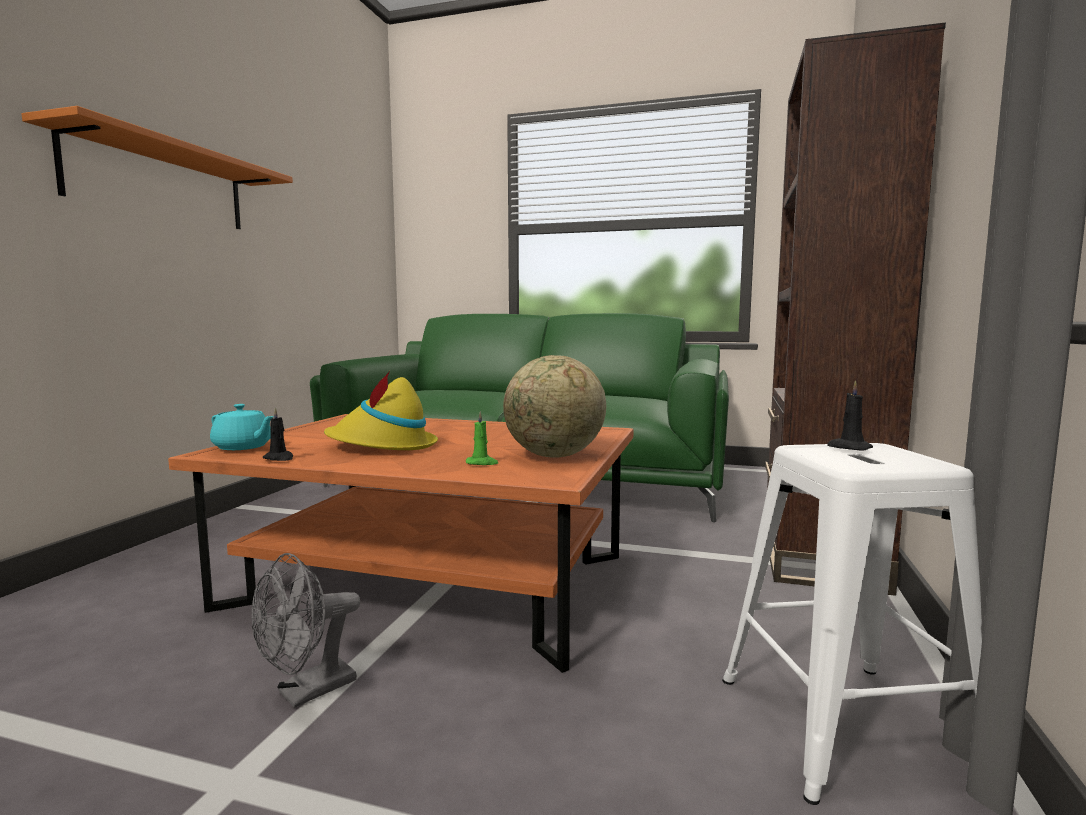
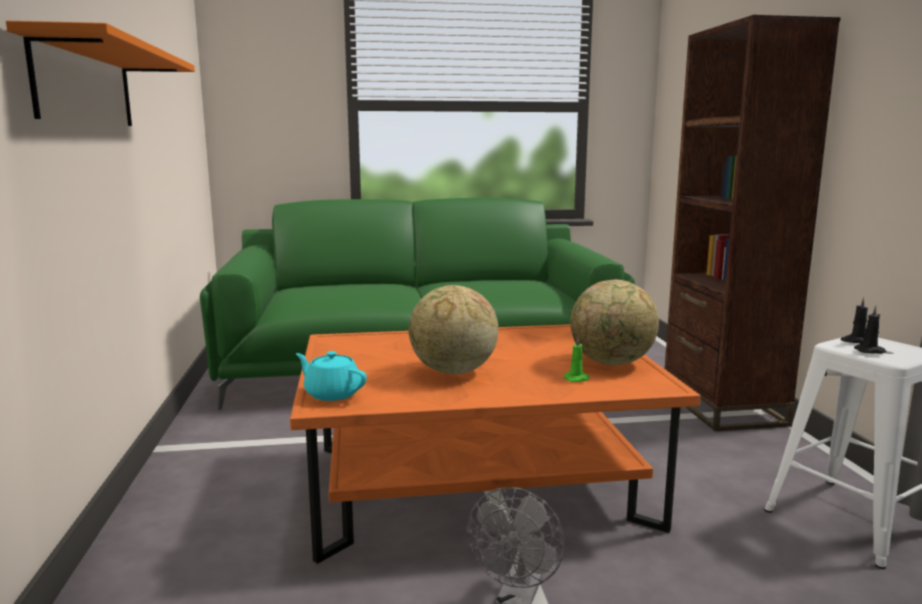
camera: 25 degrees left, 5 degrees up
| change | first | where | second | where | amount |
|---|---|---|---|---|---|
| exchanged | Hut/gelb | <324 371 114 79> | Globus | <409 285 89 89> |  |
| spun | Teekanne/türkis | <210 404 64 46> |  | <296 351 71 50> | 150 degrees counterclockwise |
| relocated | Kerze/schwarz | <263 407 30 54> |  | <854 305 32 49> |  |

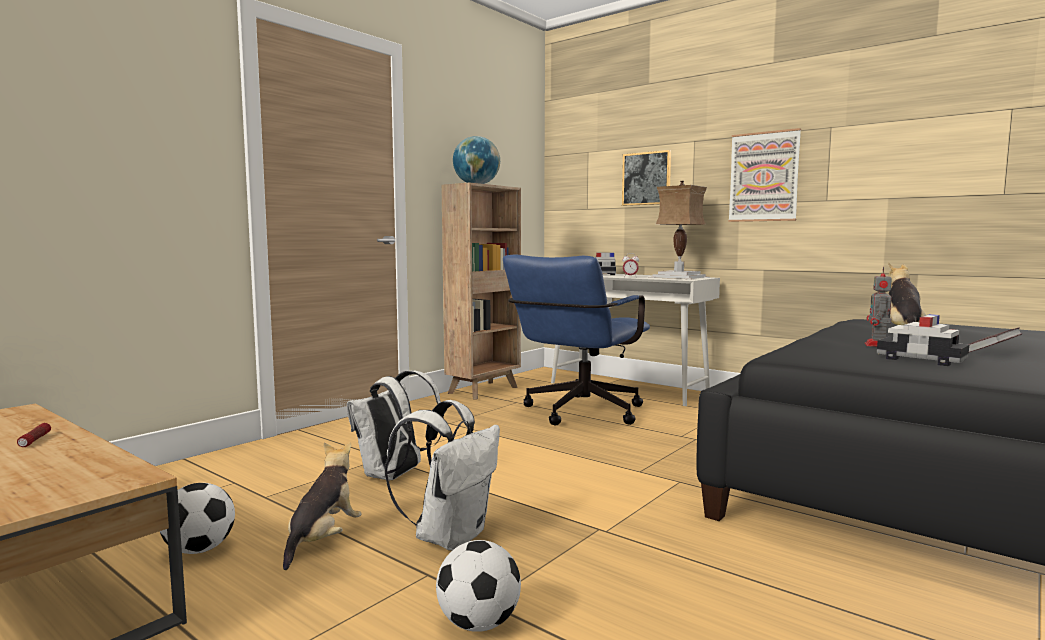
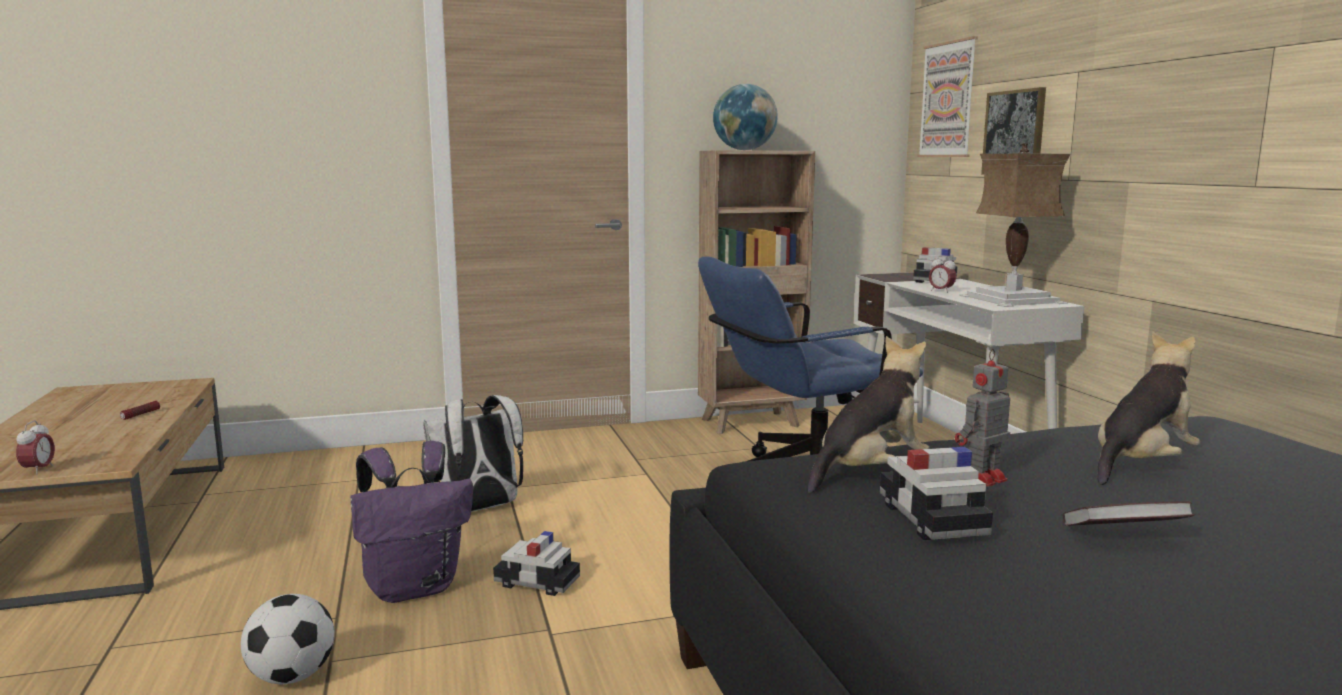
camera: 35 degrees right, 5 degrees up
| change | first | where | second | where | amount |
|---|---|---|---|---|---|
| relocated | Bild | <728 128 73 94> |  | <917 36 61 121> |  |
| colour | Rucksack/weiß | <385 400 115 151> | Rucksack/lila | <350 441 123 162> |  |
| relocated | Plüschtier | <283 442 79 128> |  | <808 336 122 158> |  |
| missing | Fußball | <160 483 75 71> |  |  |  |
| appeared |  |  | Wecker | <16 421 39 54> |  |
| appeared |  |  | Spielzeugauto | <493 531 87 65> |  |

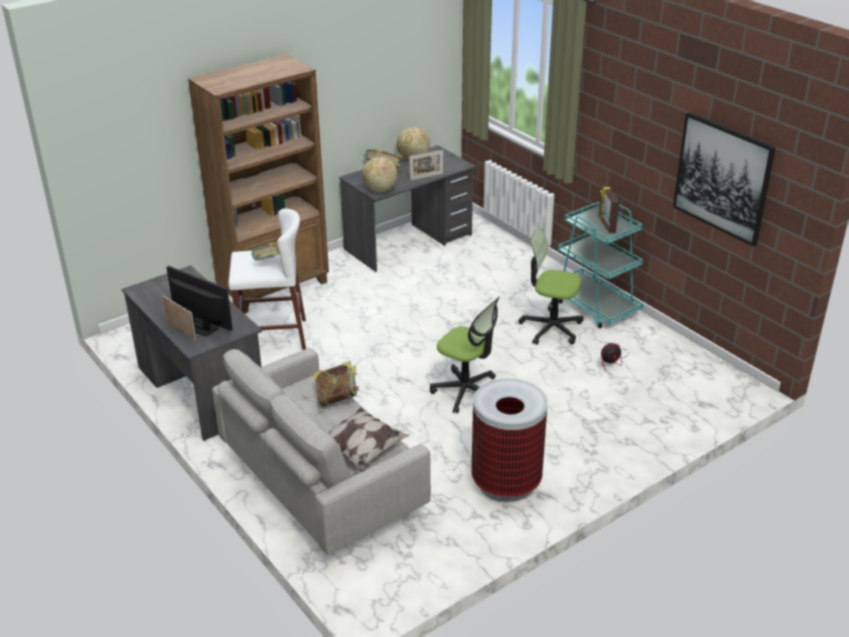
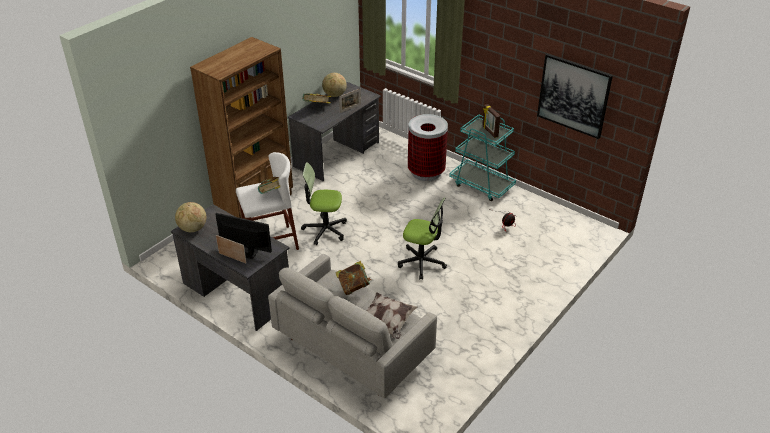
camera: 15 degrees left, 5 degrees up
| change | first | where | second | where | amount |
|---|---|---|---|---|---|
| relocated | Globus | <362 157 36 35> |  | <175 202 31 30> |  |
| relocated | Bürostuhl | <518 227 66 118> |  | <301 162 46 83> |  |
| relocated | Mülleimer | <471 378 76 124> |  | <408 114 40 67> |  |

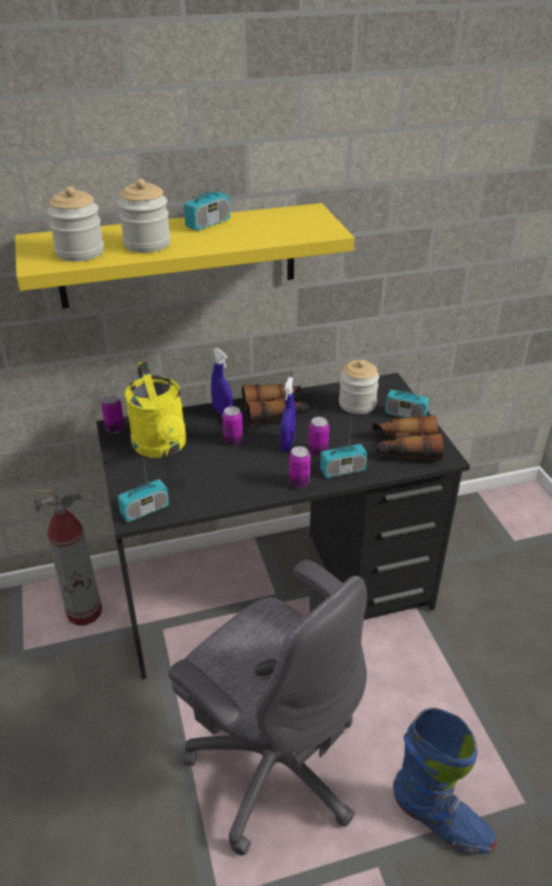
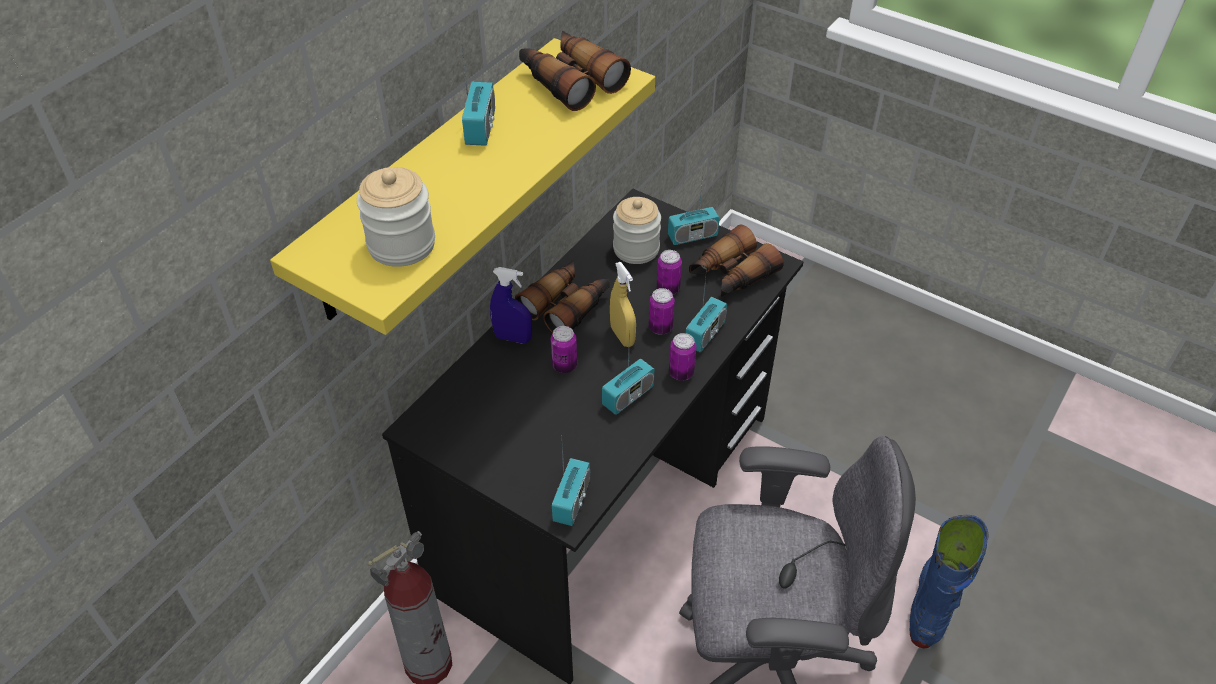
camera: 40 degrees left, 10 degrees up
| change | first | where | second | where | amount |
|---|---|---|---|---|---|
| missing | Vorratsglas | <118 179 53 74> |  |  |  |
| missing | Gießkanne/gelb | <124 361 62 97> |  |  |  |
| colour | Sprühflasche/blau | <280 377 16 74> | Sprühflasche/gelb | <610 262 26 85> |  |
| relocated | Dose | <101 395 24 38> |  | <657 250 25 45> |  |
| spun | Stiefel/blau | <393 708 104 146> |  | <910 515 79 134> | 60 degrees counterclockwise |
| appeared |  |  | Fernglas | <519 31 112 80> |  |
| appeared |  |  | Radio | <602 329 52 86> |  |

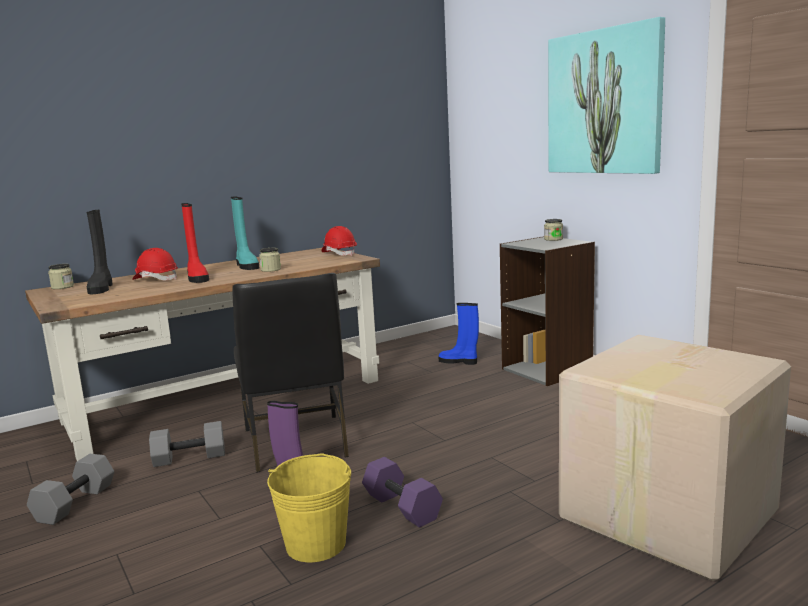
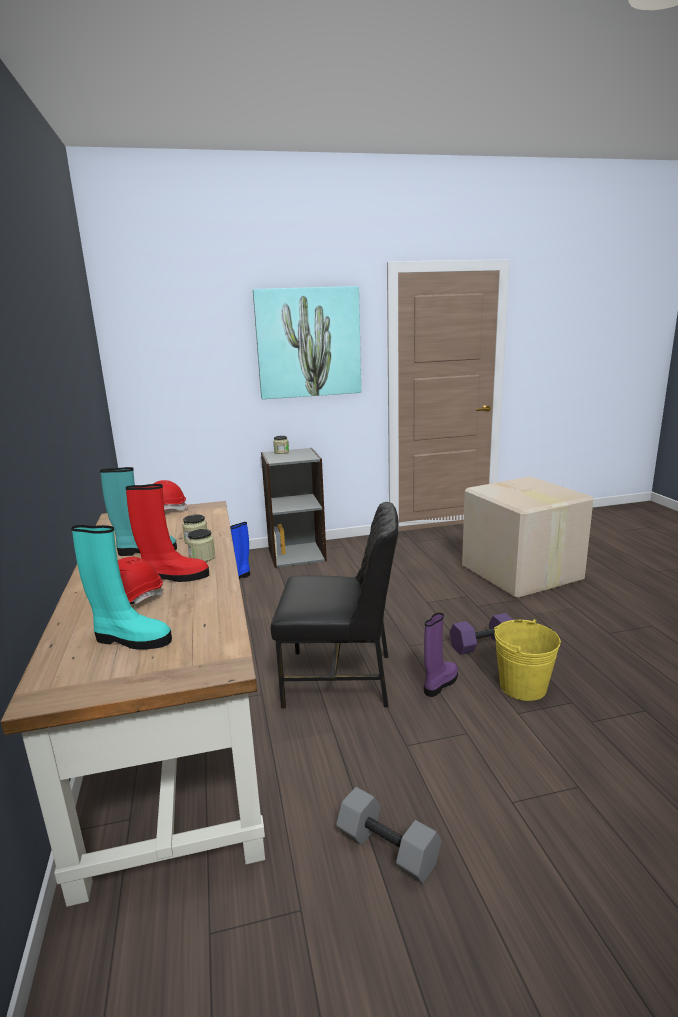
camera: 70 degrees left, 5 degrees up
| change | first | where | second | where | amount |
|---|---|---|---|---|---|
| colour | Stiefel/schwarz | <86 210 27 84> | Stiefel/türkis | <71 525 101 124> |  |
| relocated | Vorratsglas | <48 264 26 25> |  | <187 529 28 33> |  |
| missing | Hantel/grau | <149 421 76 46> |  |  |  |

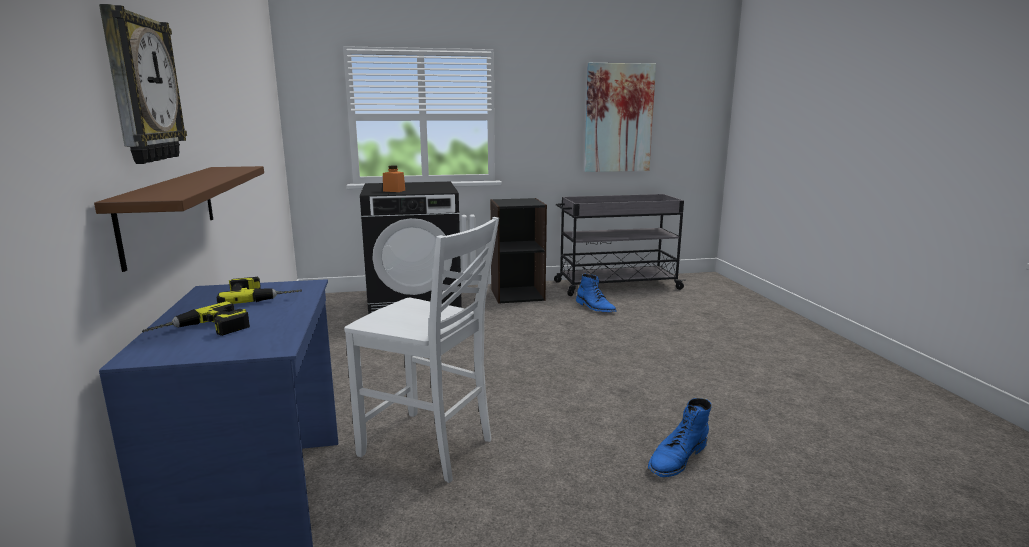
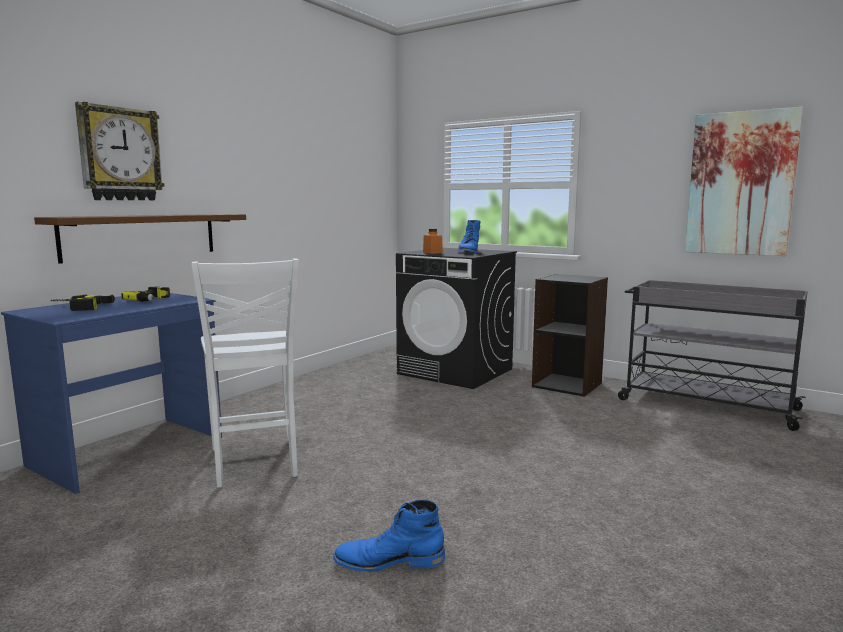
camera: 45 degrees right, 5 degrees down
| change | first | where | second | where | amount |
|---|---|---|---|---|---|
| relocated | Stiefel/blau | <576 274 41 38> |  | <458 220 23 33> |  |

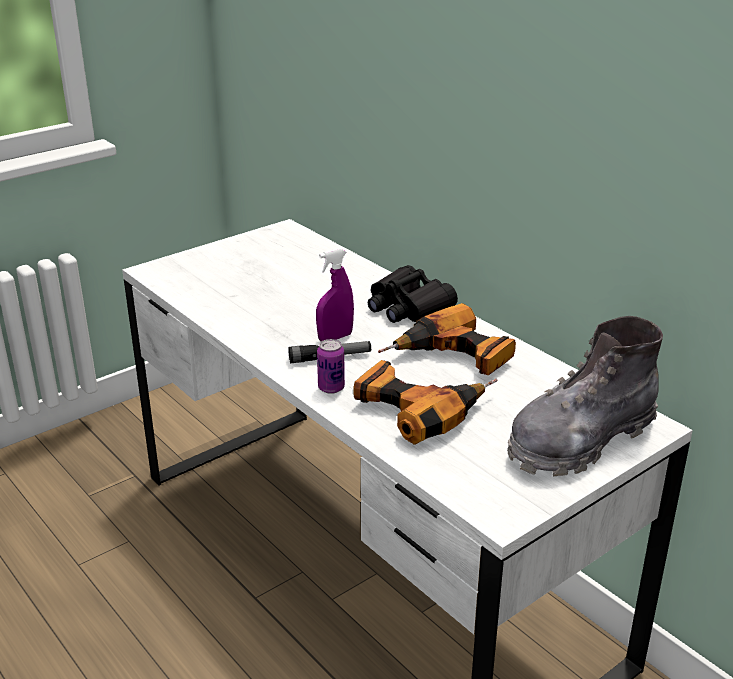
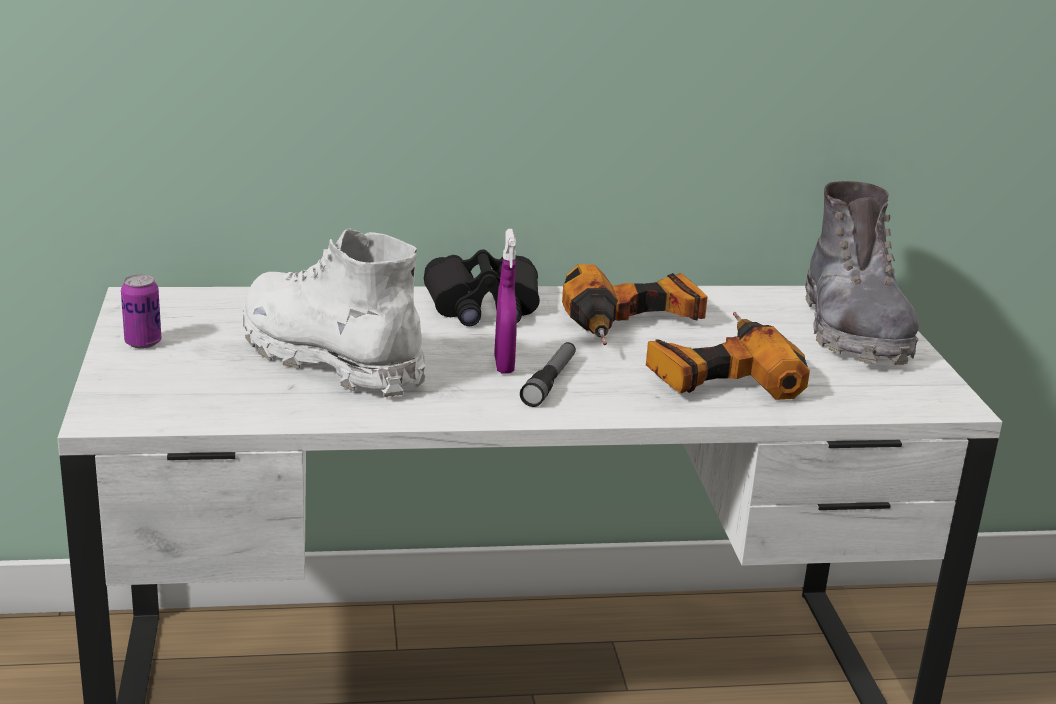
camera: 60 degrees left, 5 degrees down
| change | first | where | second | where | amount |
|---|---|---|---|---|---|
| relocated | Dose | <317 339 28 55> |  | <121 275 40 74> |  |
| appeared |  |  | Stiefel/weiß | <242 228 183 169> |  |

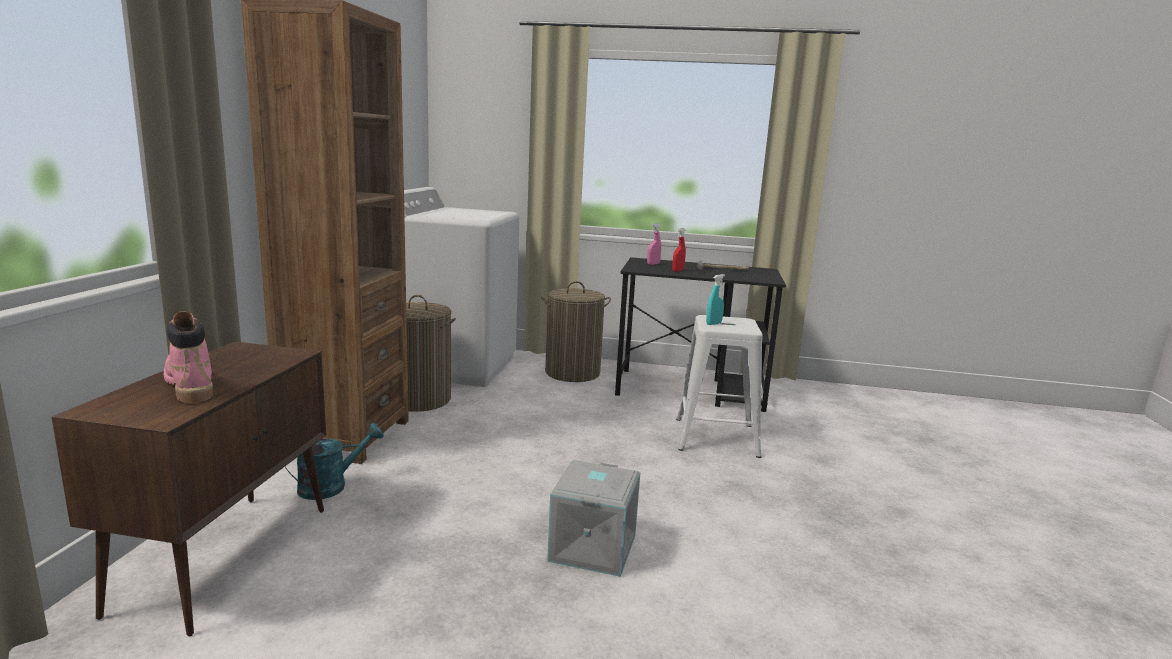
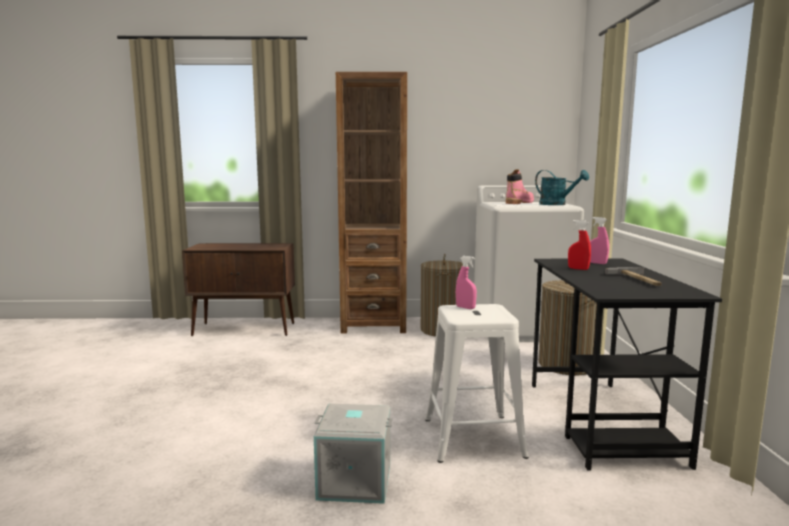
camera: 80 degrees right, 5 degrees down
| change | first | where | second | where | amount |
|---|---|---|---|---|---|
| colour | Sprühflasche/türkis | <706 274 19 51> | Sprühflasche/rosa | <456 256 21 53> |  |
| relocated | Stiefel/rosa | <164 312 49 91> |  | <506 169 28 35> |  |
| relocated | Gießkanne/türkis | <285 423 99 77> |  | <535 170 54 35> |  |
| relocated | Aufbewahrungsbox/grau | <547 460 93 117> |  | <314 404 78 100> |  |

